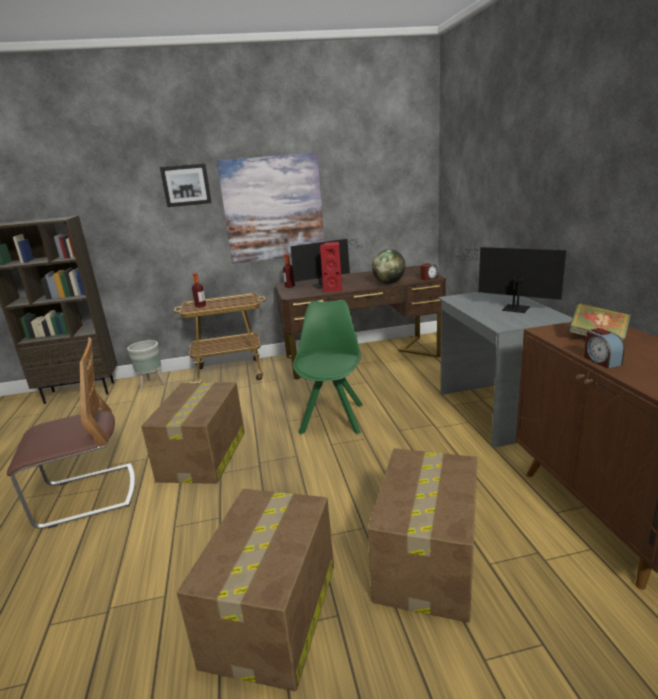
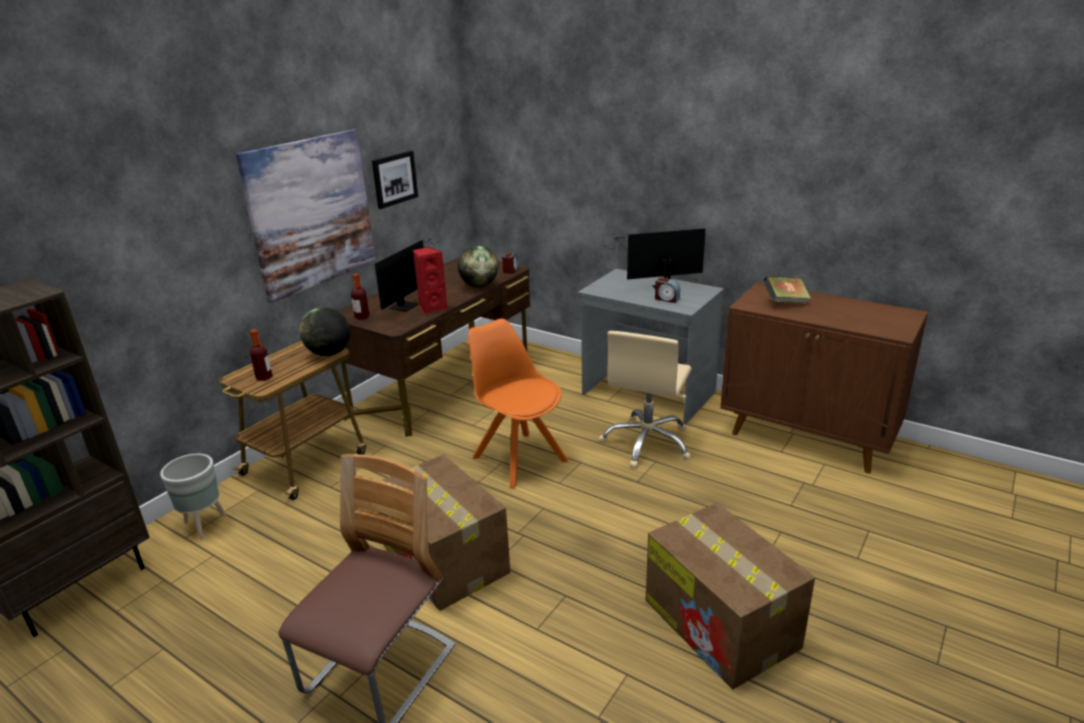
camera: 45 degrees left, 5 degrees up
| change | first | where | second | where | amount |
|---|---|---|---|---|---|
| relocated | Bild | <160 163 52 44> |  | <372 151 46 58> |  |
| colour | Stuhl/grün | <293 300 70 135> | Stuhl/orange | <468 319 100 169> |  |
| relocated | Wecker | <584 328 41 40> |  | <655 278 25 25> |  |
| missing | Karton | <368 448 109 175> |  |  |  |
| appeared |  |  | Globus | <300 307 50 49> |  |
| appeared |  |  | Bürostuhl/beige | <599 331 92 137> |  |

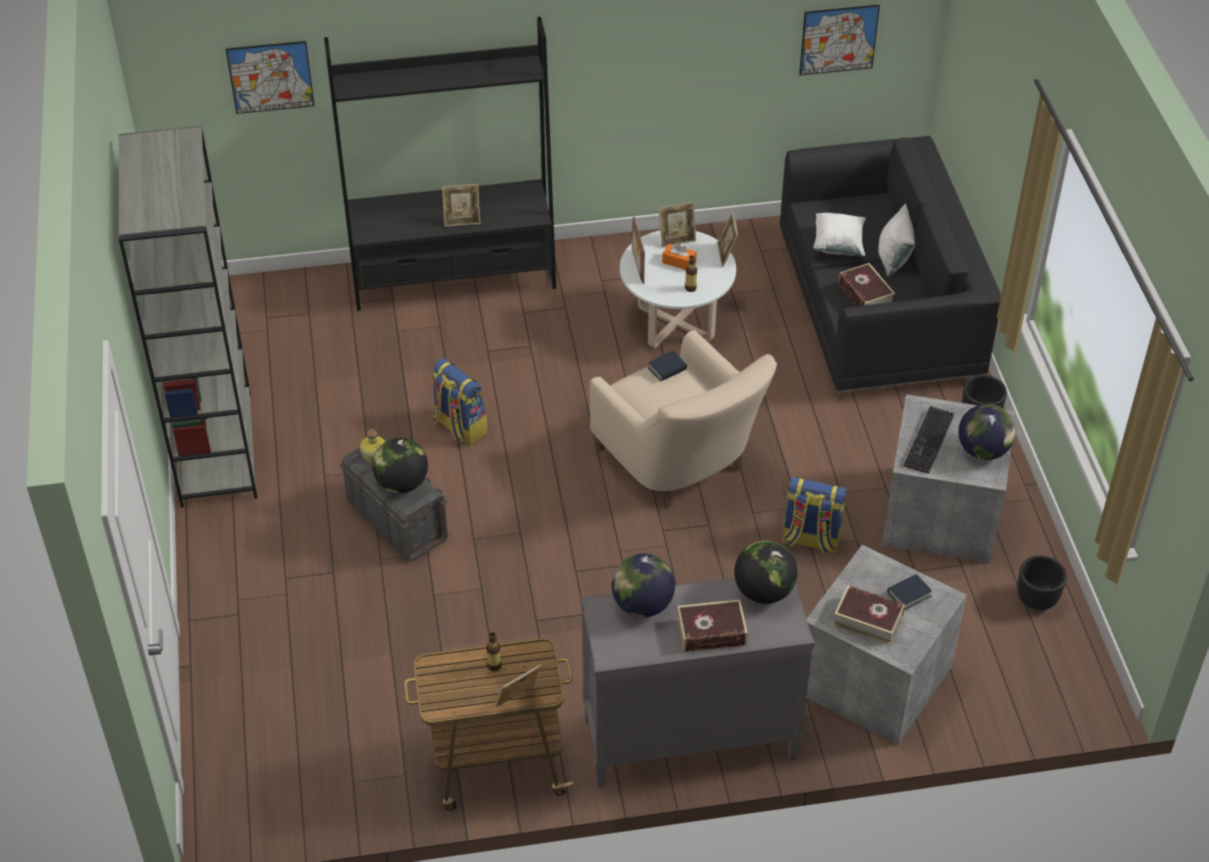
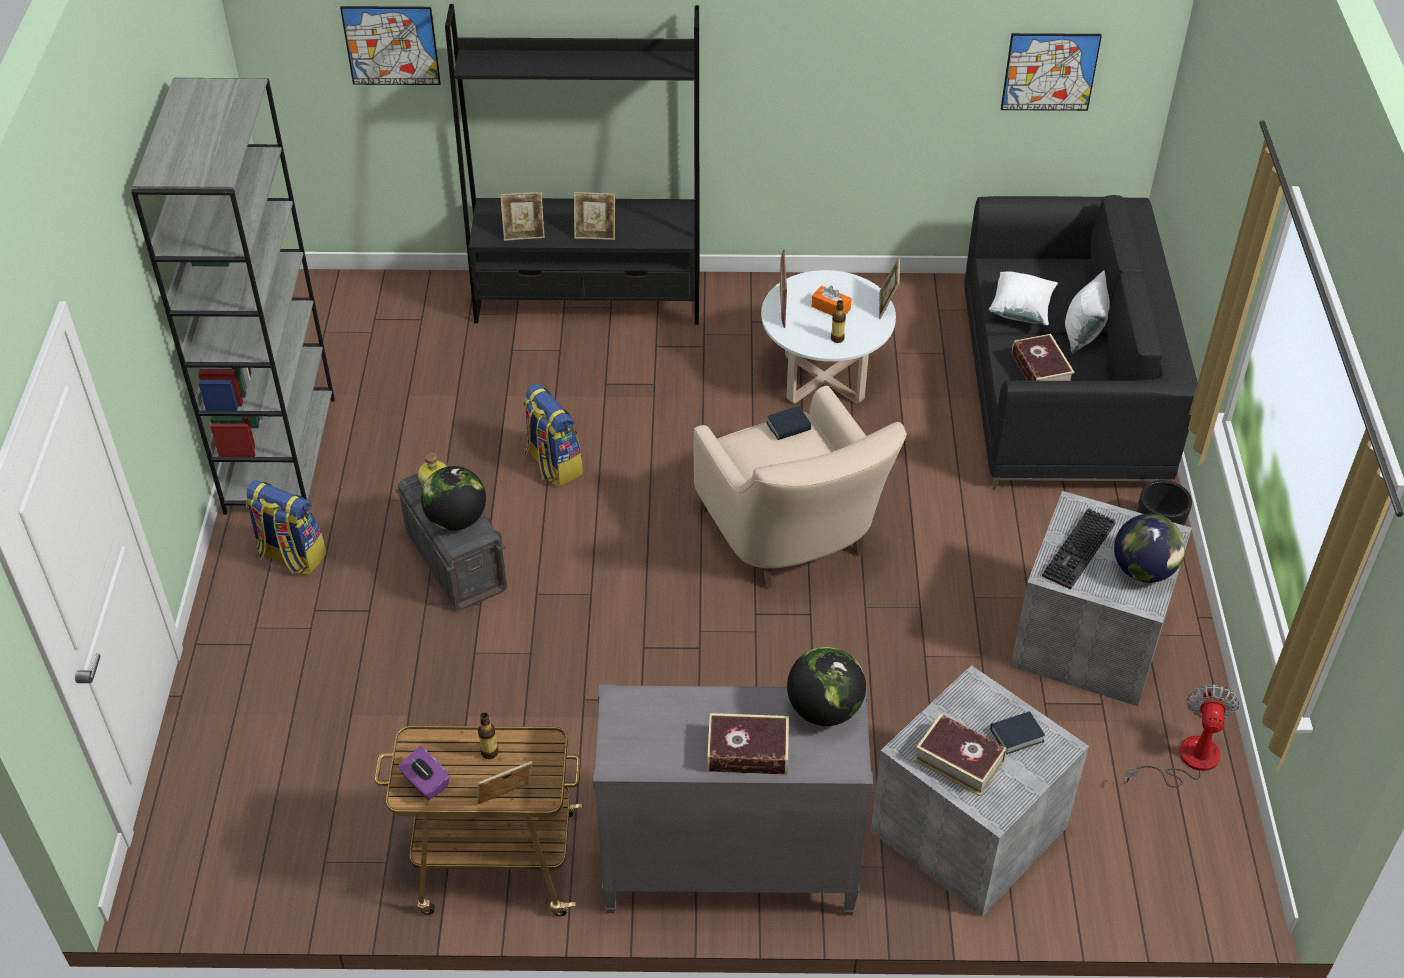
camera: 10 degrees right, 0 degrees up
| change | first | where | second | where | amount |
|---|---|---|---|---|---|
| relocated | Bilderrahmen | <659 202 37 45> |  | <500 192 45 49> |  |
| relocated | Rucksack | <782 477 65 77> |  | <246 480 81 95> |  |
| missing | Globus | <612 554 63 63> |  |  |  |
| exchanged | Pflanzkübel/schwarz | <1017 556 50 54> | Ventilator | <1125 684 114 103> |  |
| appeared |  |  | Taschentuchbox/lila | <398 746 52 55> |  |

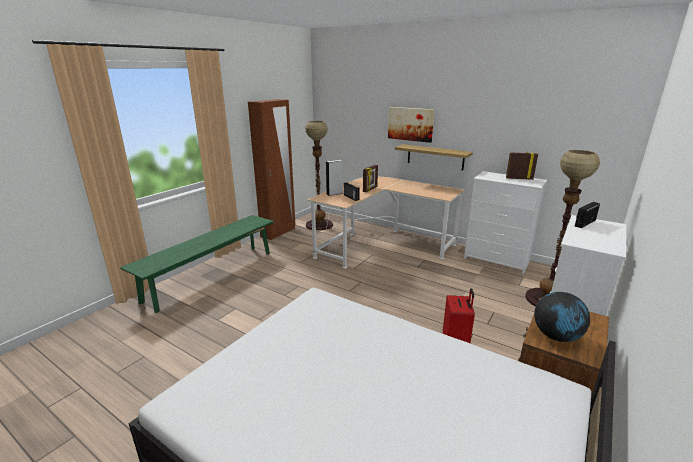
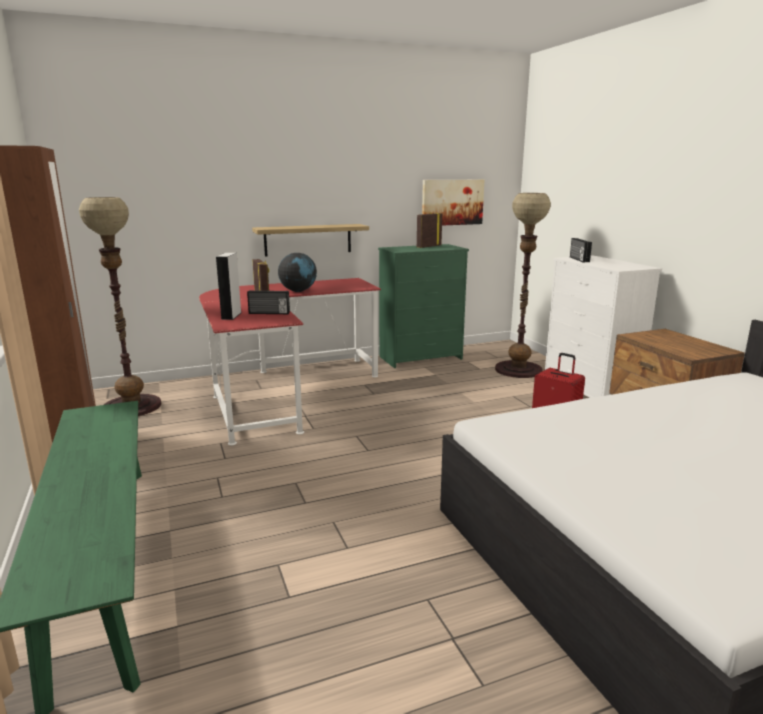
camera: 55 degrees left, 5 degrees down
| change | first | where | second | where | amount |
|---|---|---|---|---|---|
| relocated | Bild | <388 107 47 36> |  | <422 180 62 46> |  |
| colour | Kommode/weiß | <464 171 83 103> | Kommode/grün | <378 244 91 124> |  |
| colour | Schreibtisch/beige | <307 177 158 91> | Schreibtisch/rot | <199 278 182 168> |  |
| relocated | Globus | <534 292 56 50> |  | <278 253 39 39> |  |

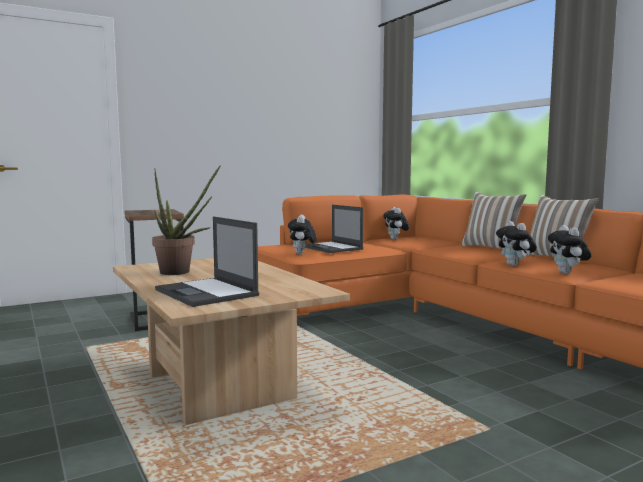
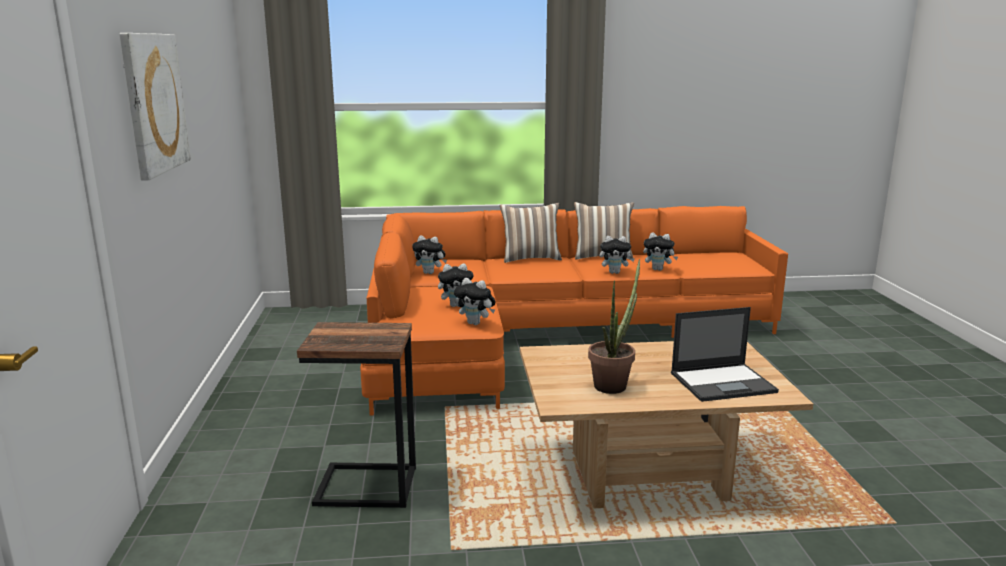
camera: 65 degrees left, 10 degrees up
| change | first | where | second | where | amount |
|---|---|---|---|---|---|
| exchanged | Laptop | <305 205 58 48> | Plüschtier | <438 263 36 44> |  |
| appeared |  |  | Bild | <119 33 72 147> |  |

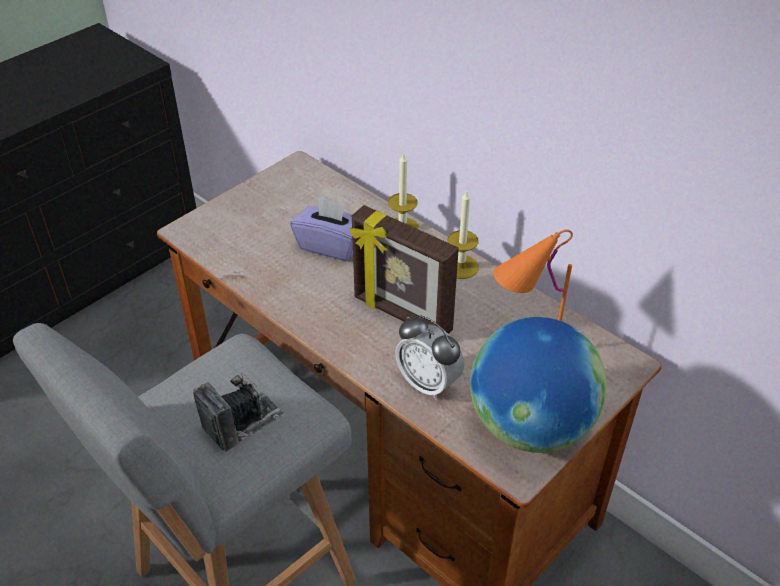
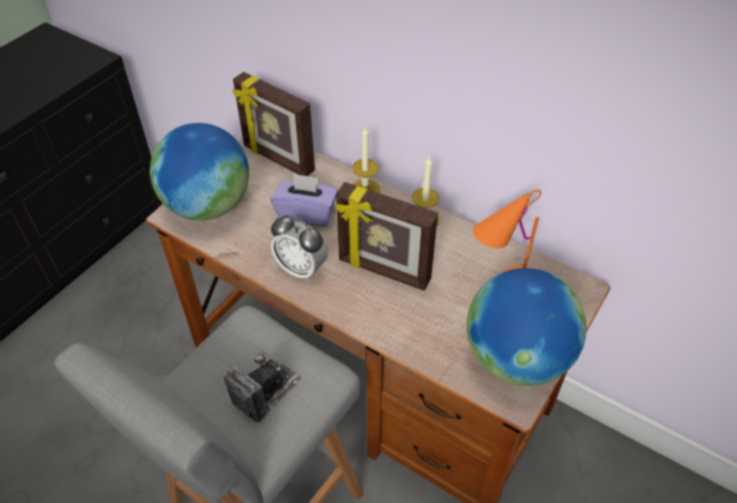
camera: 10 degrees left, 5 degrees up
| change | first | where | second | where | amount |
|---|---|---|---|---|---|
| relocated | Wecker | <395 315 69 85> |  | <271 215 57 66> |  |
| appeared |  |  | Bilderrahmen | <232 72 83 104> |  |
| appeared |  |  | Globus | <150 123 99 97> |  |

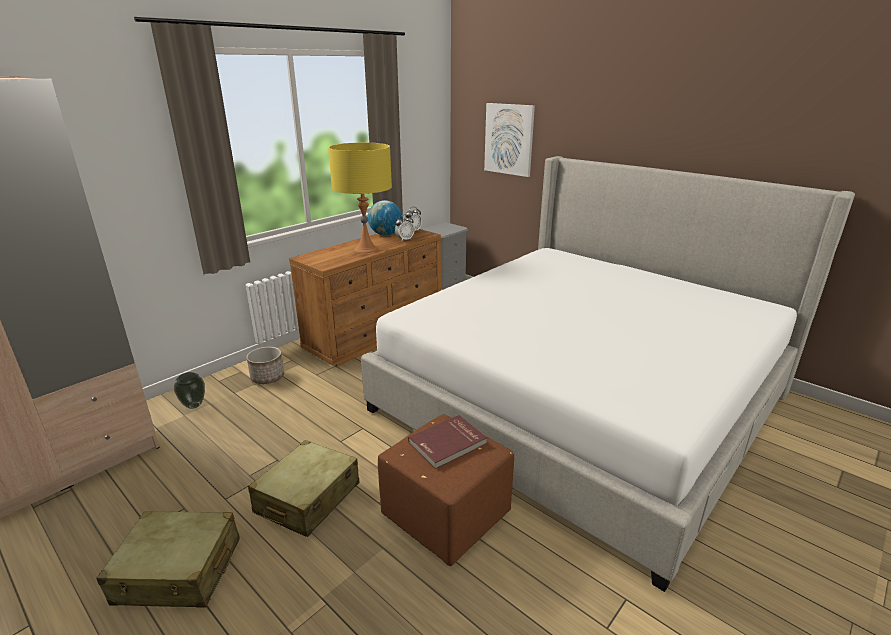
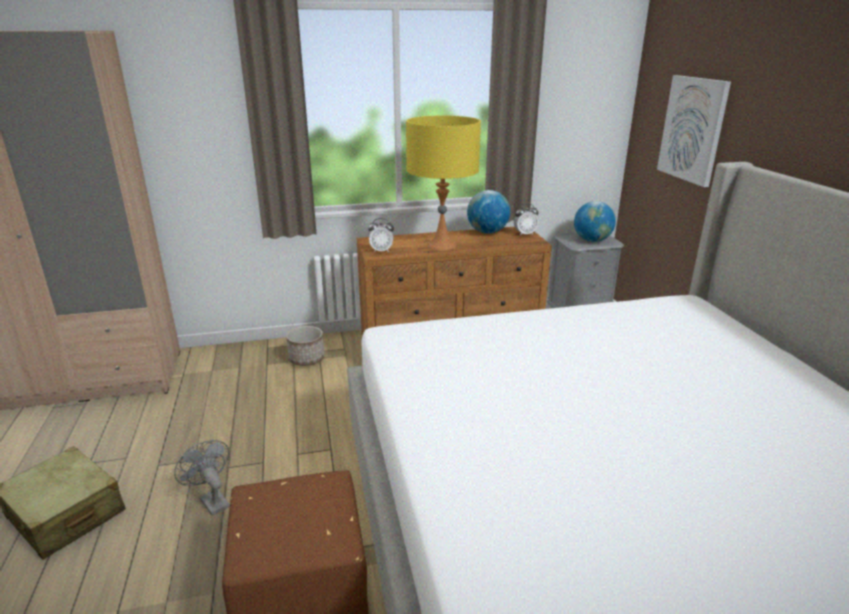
camera: 35 degrees right, 0 degrees up
| change | first | where | second | where | amount |
|---|---|---|---|---|---|
| relocated | Wecker | <395 214 20 27> |  | <368 218 26 34> |  |
| missing | Vase | <174 372 31 37> |  |  |  |
| missing | Buch/rot | <408 415 79 54> |  |  |  |
| exchanged | Koffer/beige | <248 440 112 97> | Ventilator/grau | <174 440 56 76> |  |
| appeared |  |  | Globus | <574 201 42 41> |  |

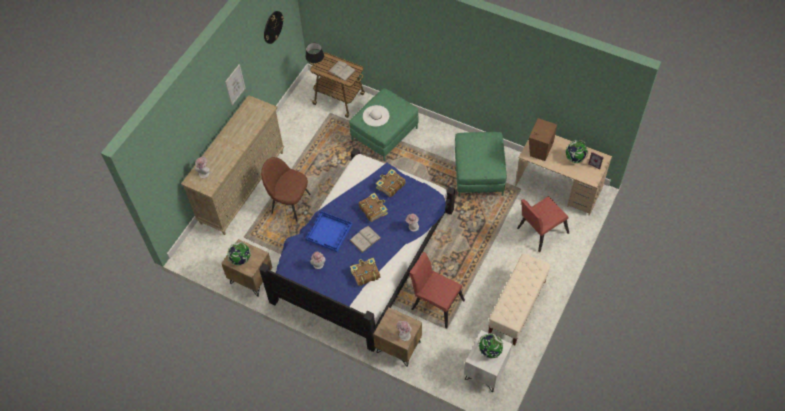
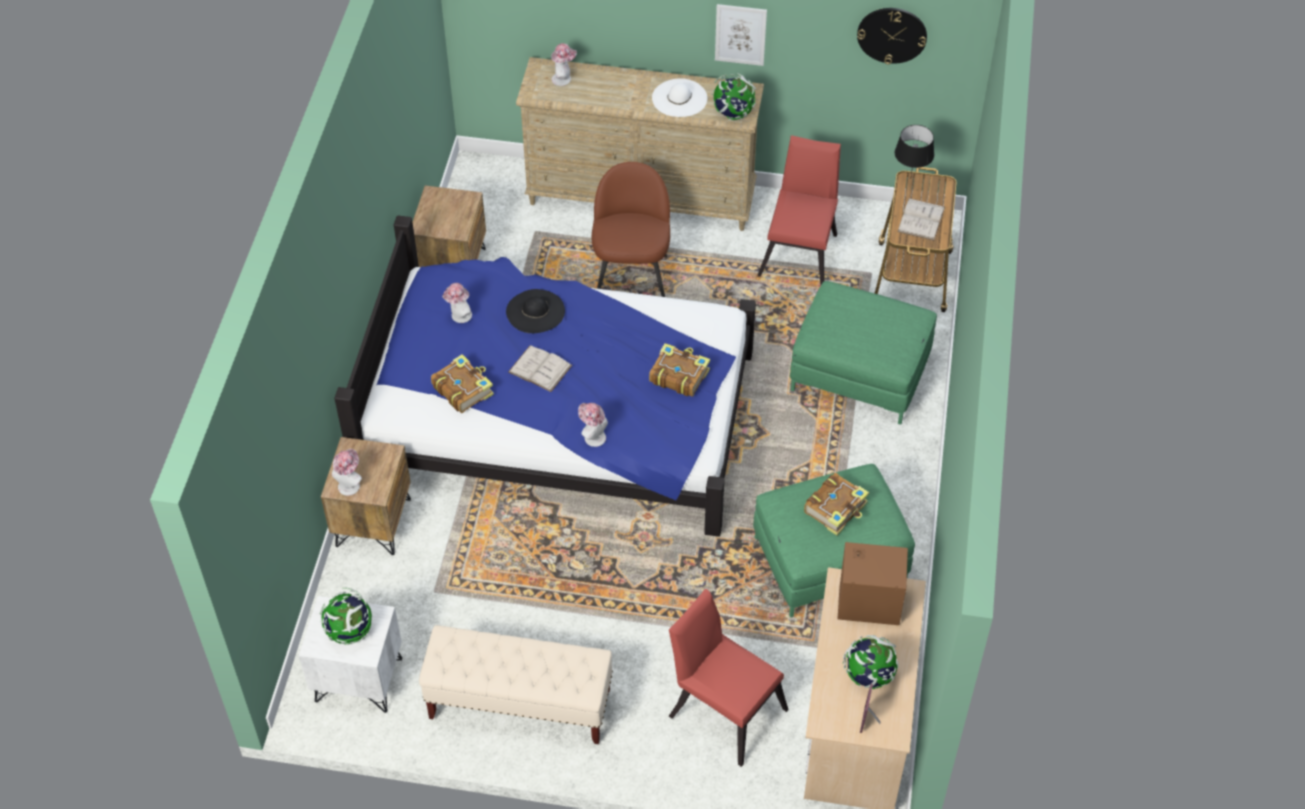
camera: 70 degrees right, 5 degrees down
| change | first | where | second | where | amount |
|---|---|---|---|---|---|
| relocated | Hut/weiß | <363 105 26 22> |  | <652 78 55 39> |  |
| relocated | Buch | <359 193 29 29> |  | <804 473 65 62> |  |
| exchanged | Tablett/blau | <305 211 48 41> | Hut/schwarz | <506 289 59 44> |  |
| relocated | Globus | <228 241 23 24> |  | <711 73 45 47> |  |
| relocated | Stuhl/rot | <409 252 56 76> |  | <757 135 84 151> |  |

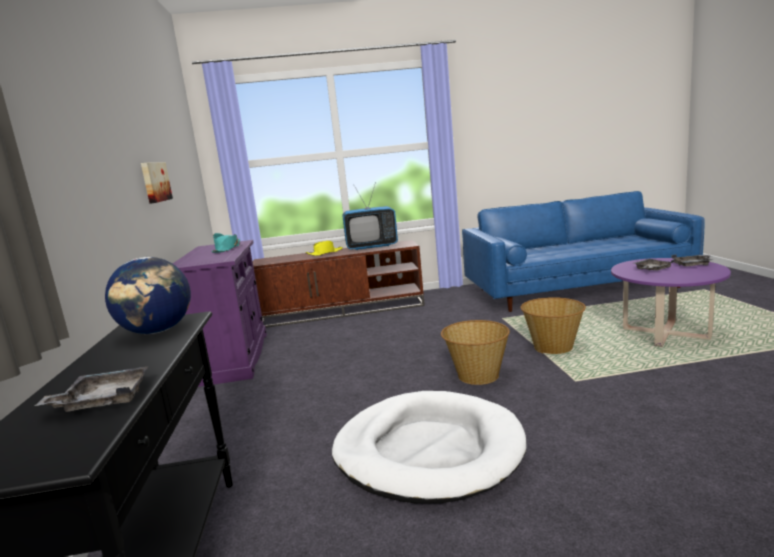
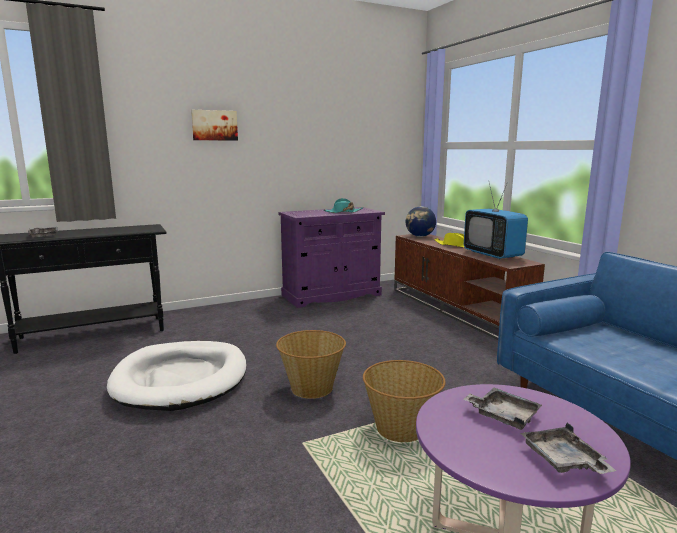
camera: 70 degrees right, 0 degrees up
| change | first | where | second | where | amount |
|---|---|---|---|---|---|
| relocated | Bild | <141 163 32 41> |  | <191 110 47 31> |  |
| relocated | Globus | <105 257 86 77> |  | <406 206 30 31> |  |

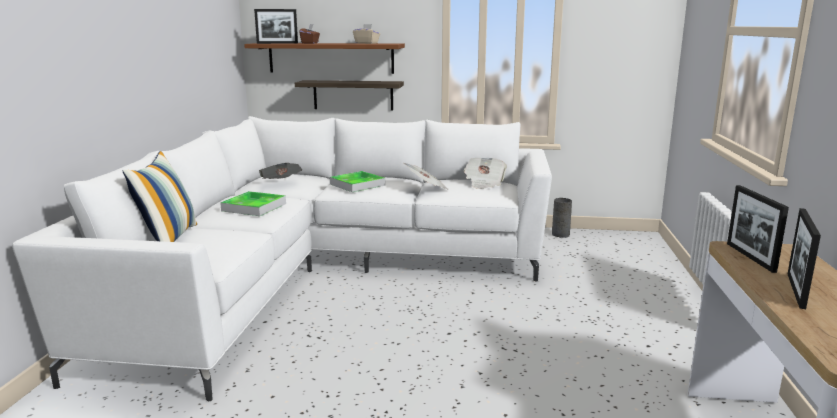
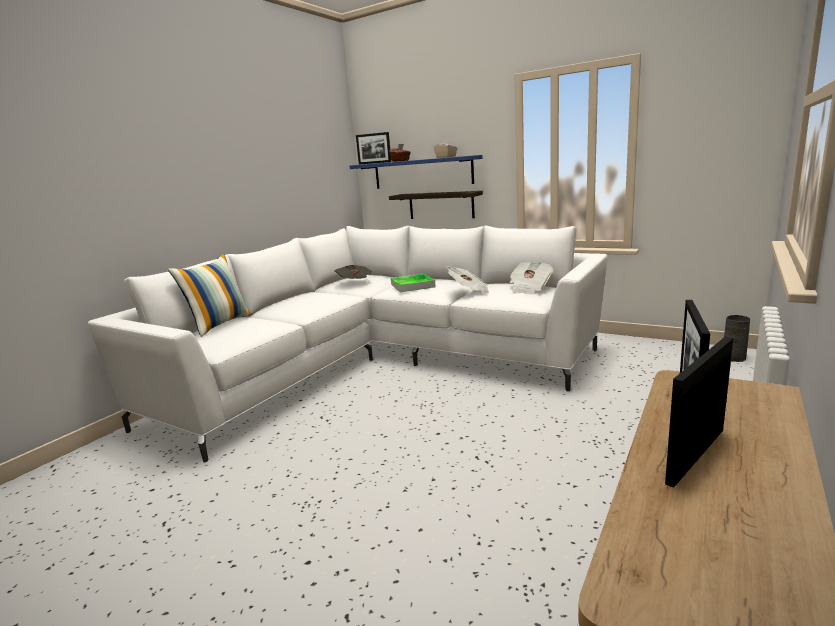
camera: 25 degrees right, 0 degrees up
| change | first | where | second | where | amount |
|---|---|---|---|---|---|
| colour | Wandregal/braun | <244 43 161 31> | Wandregal/blau | <349 155 134 34> |  |
| missing | Tablett | <220 191 66 25> |  |  |  |
| relocated | Vase/grau | <552 198 20 40> |  | <724 315 26 47> |  |

